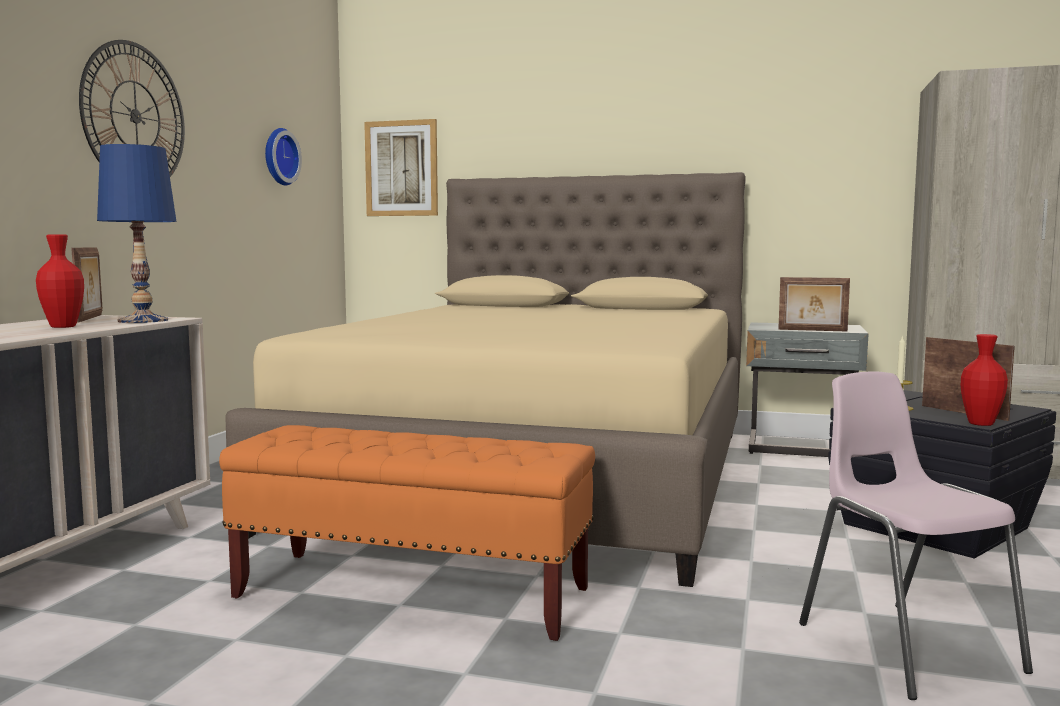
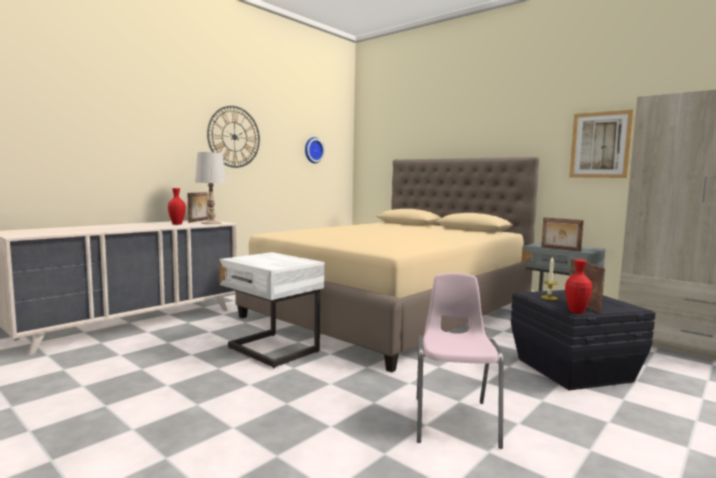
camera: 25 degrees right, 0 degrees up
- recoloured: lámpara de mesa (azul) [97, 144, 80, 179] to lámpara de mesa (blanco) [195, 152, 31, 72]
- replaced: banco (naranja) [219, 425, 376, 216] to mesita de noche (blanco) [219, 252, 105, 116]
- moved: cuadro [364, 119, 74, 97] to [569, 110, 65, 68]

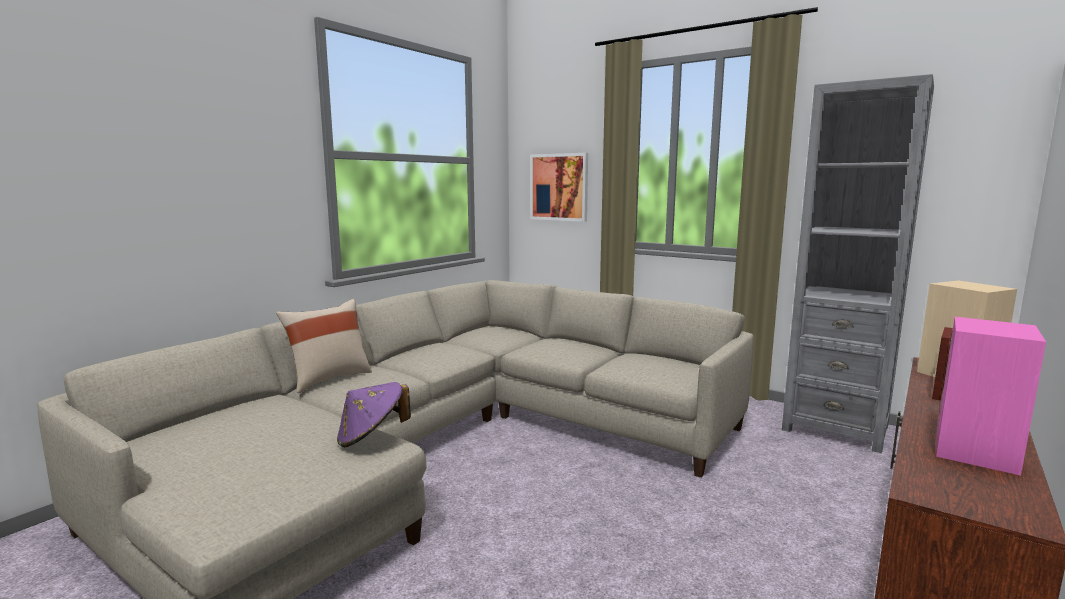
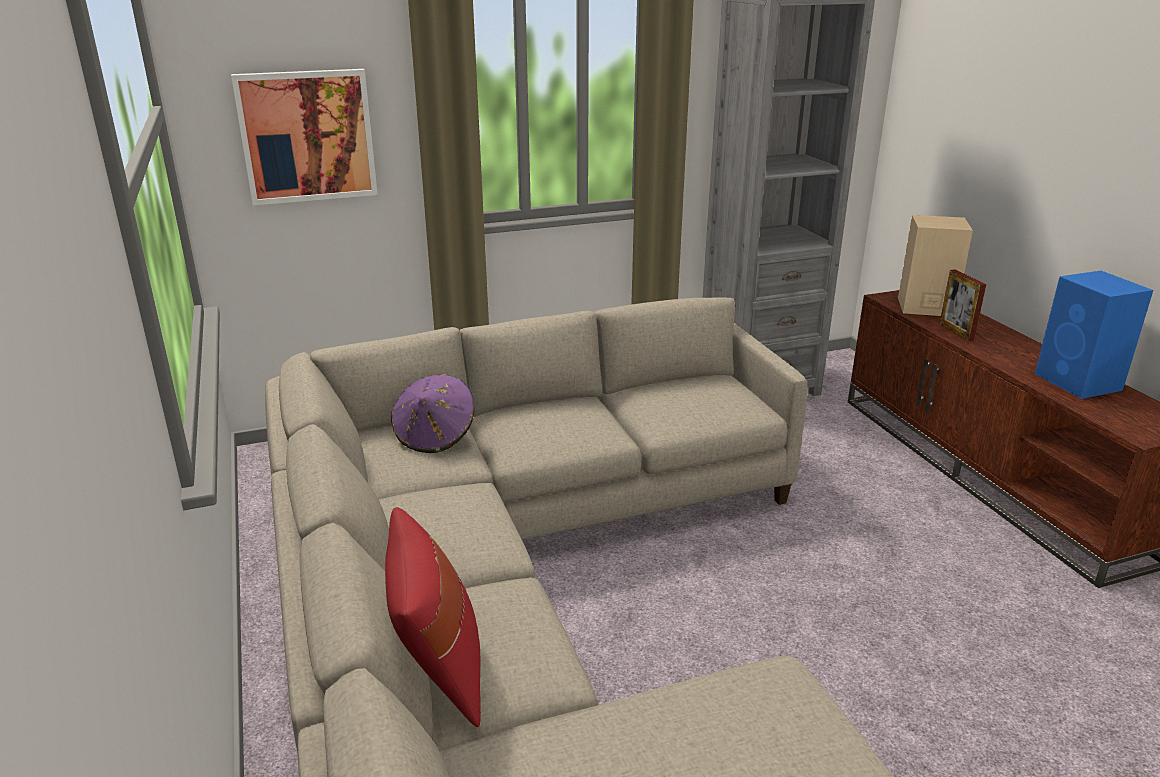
camera: 55 degrees left, 15 degrees up
- recoloured: cojín (beis) [276, 299, 96, 94] to cojín (rojo) [385, 507, 96, 220]
- moved: sombrero (morado) [337, 382, 74, 66] to [391, 374, 83, 79]
- recoloured: altavoz (rosa) [936, 317, 110, 159] to altavoz (azul) [1035, 271, 118, 128]

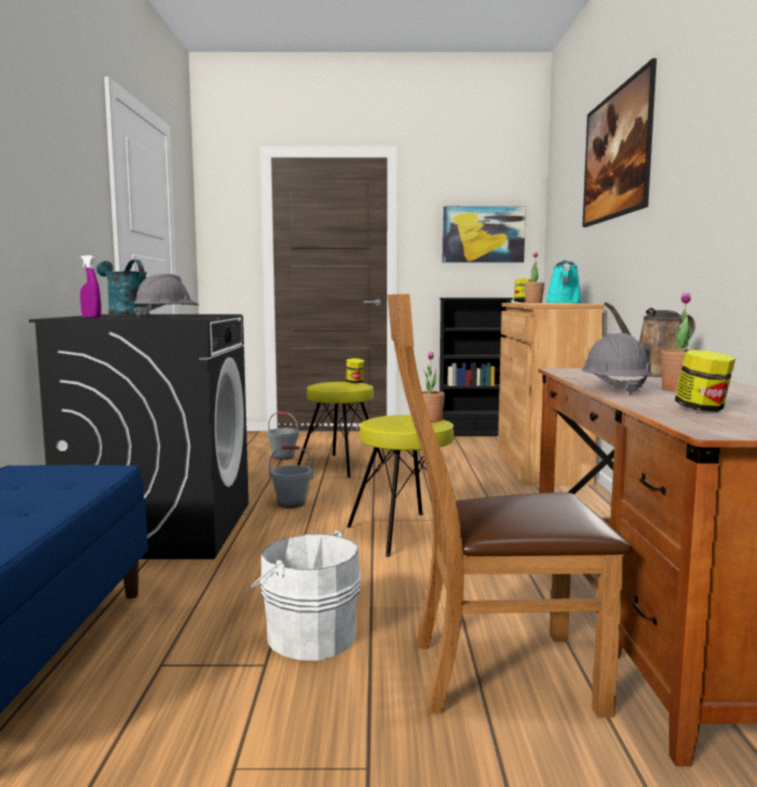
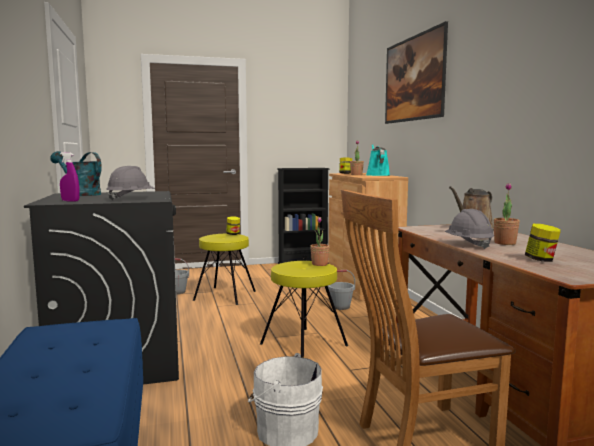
camera: 15 degrees left, 0 degrees up
- moved: cubo (gris) [269, 446, 44, 62] to [328, 270, 27, 40]
- removed: cuadro [442, 206, 84, 57]

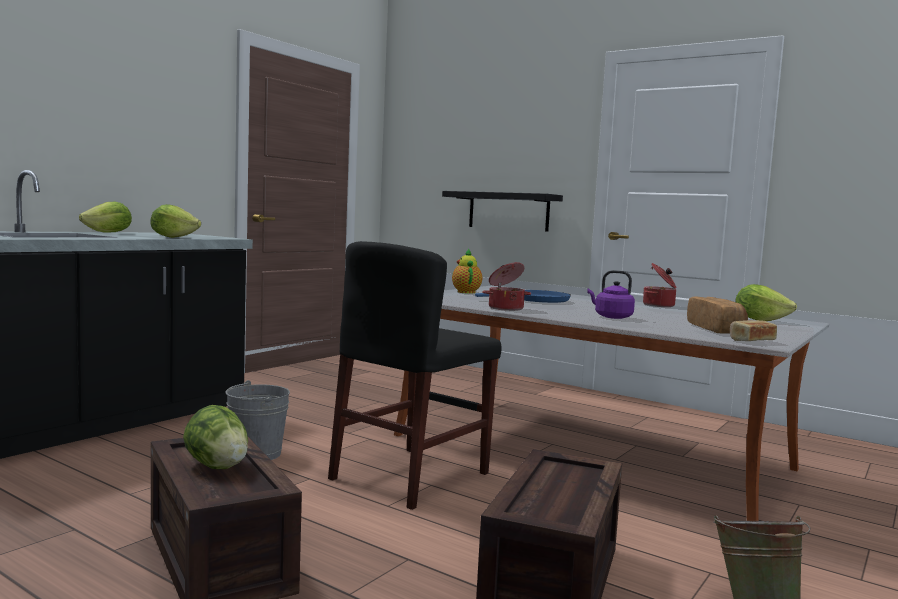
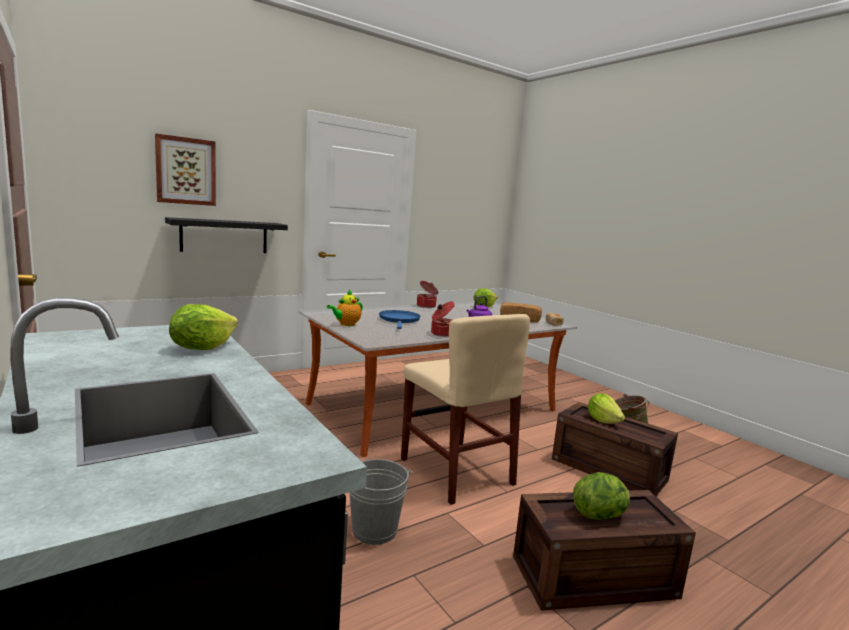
camera: 70 degrees left, 5 degrees up
- moved: lechuga [79, 202, 53, 31] to [588, 393, 37, 31]
- recoloured: silla (negro) [328, 241, 173, 269] to silla (beis) [401, 314, 129, 191]
- turned: tetera [452, 249, 30, 45] = [327, 290, 36, 36] 60 degrees counterclockwise
- added: cuadro [155, 133, 61, 73]

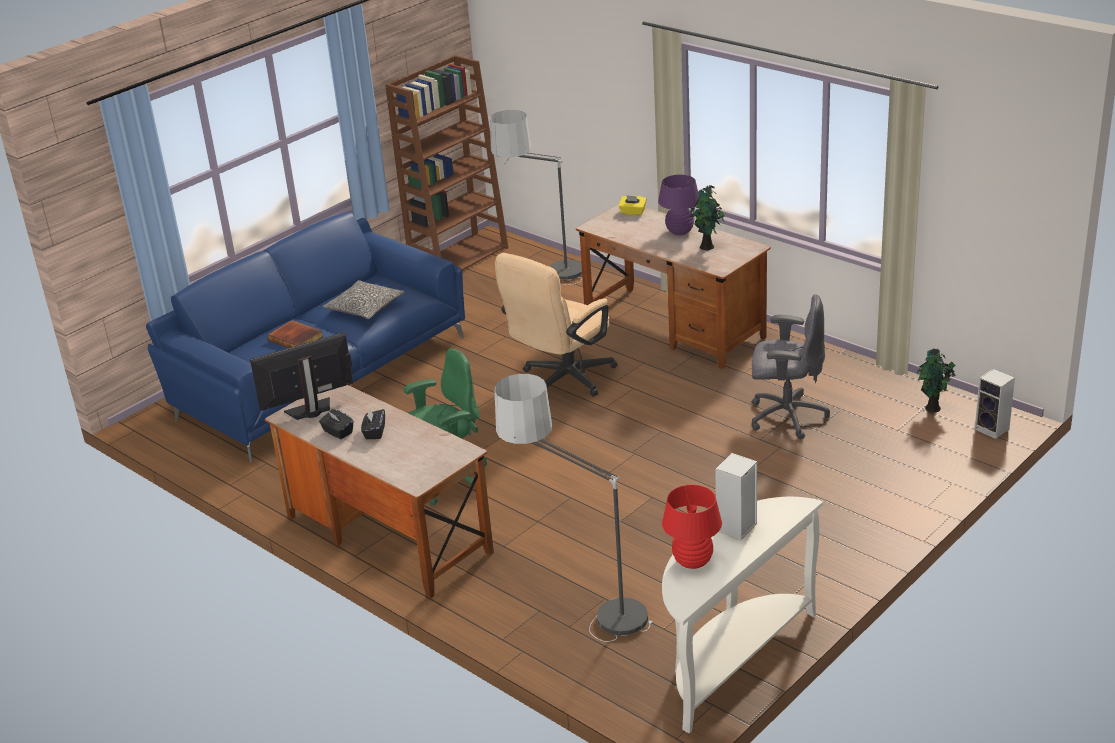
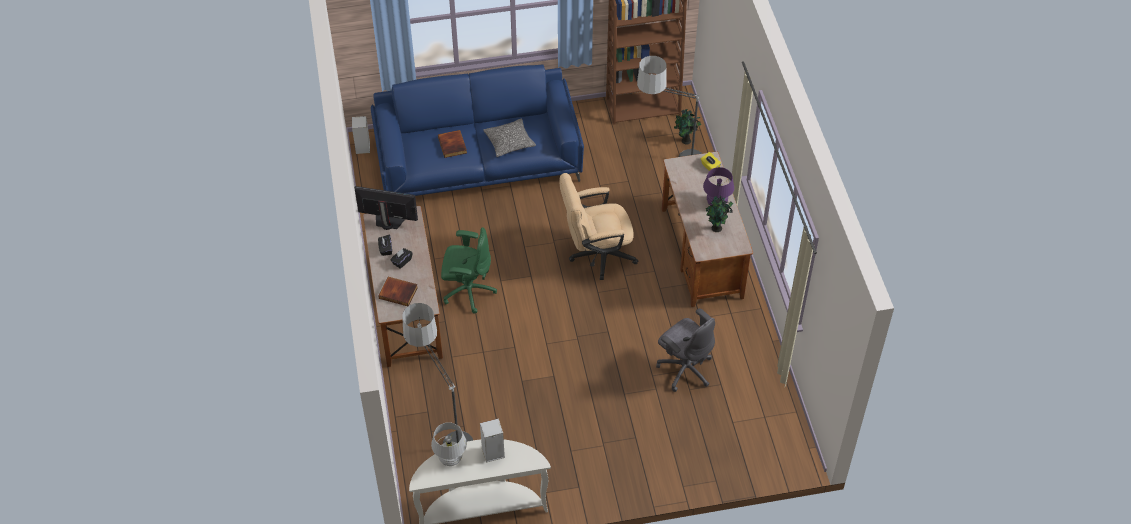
camera: 35 degrees right, 20 degrees up
- recoloured: lámpara de mesa (rojo) [662, 485, 60, 84] to lámpara de mesa (blanco) [431, 422, 36, 44]
- moved: planta en maceta [917, 348, 39, 65] to [674, 109, 27, 36]
- moved: altavoz [975, 369, 40, 70] to [352, 116, 18, 38]
- added: libro [378, 277, 40, 29]

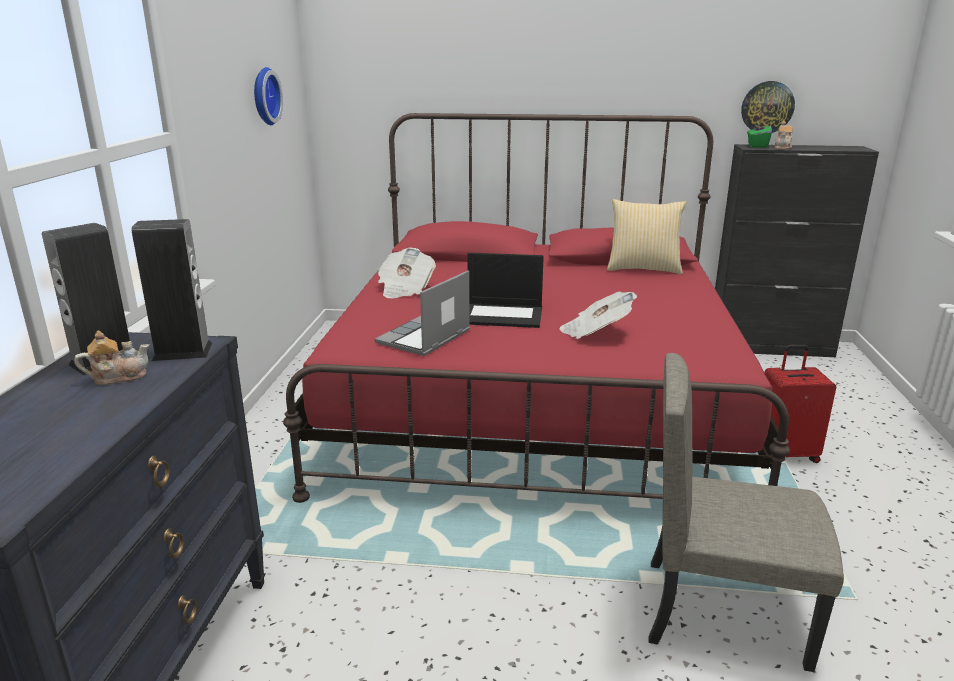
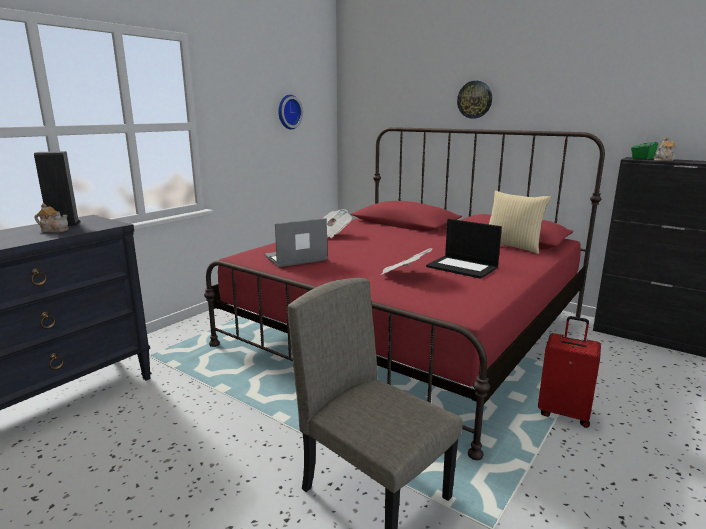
camera: 30 degrees right, 5 degrees down
- removed: altavoz [132, 219, 81, 142]
- moved: portátil [467, 253, 77, 75] to [426, 219, 76, 60]
- moved: reloj de pared [741, 81, 54, 52] to [457, 81, 35, 38]

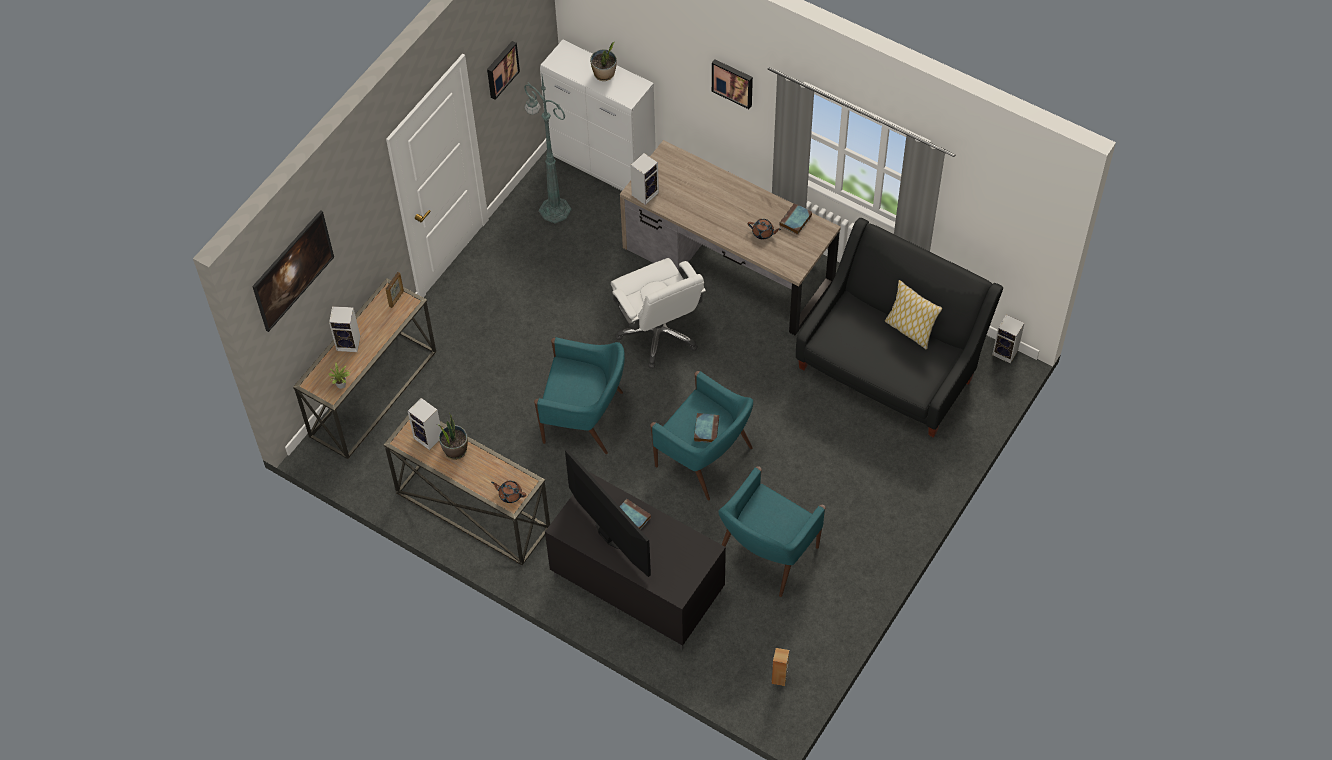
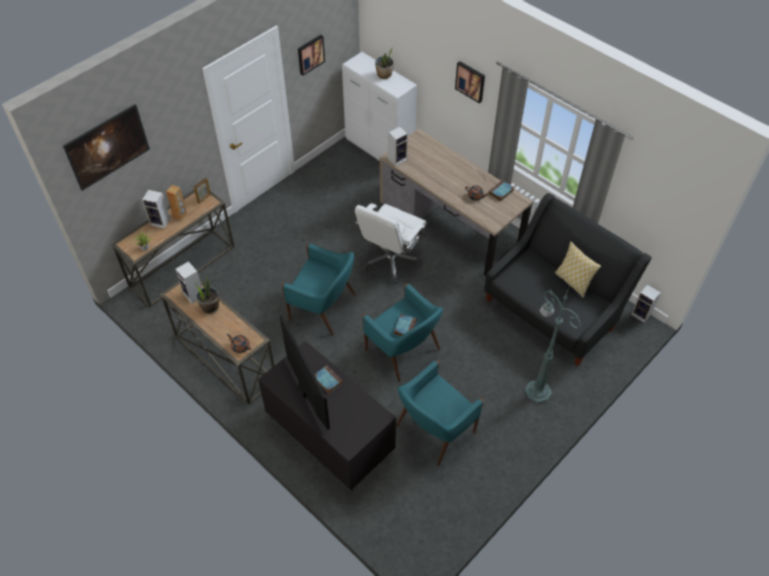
camera: 10 degrees right, 5 degrees down
- moved: lámpara de pie (verde) [524, 77, 48, 147] to [524, 287, 57, 117]
- turned: silla de oficina (blanco) [611, 258, 95, 111] = [355, 203, 71, 81] 45 degrees clockwise
- moved: altavoz (marrón) [771, 648, 18, 38] to [166, 185, 21, 35]

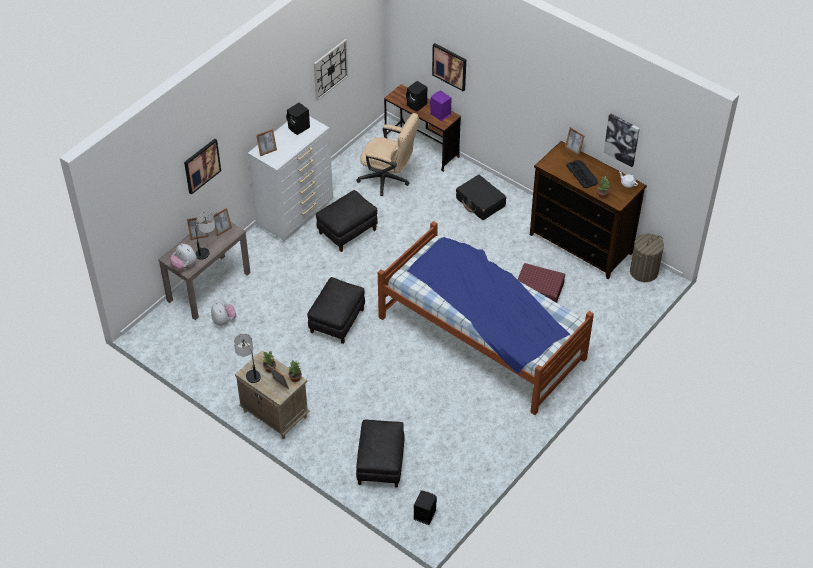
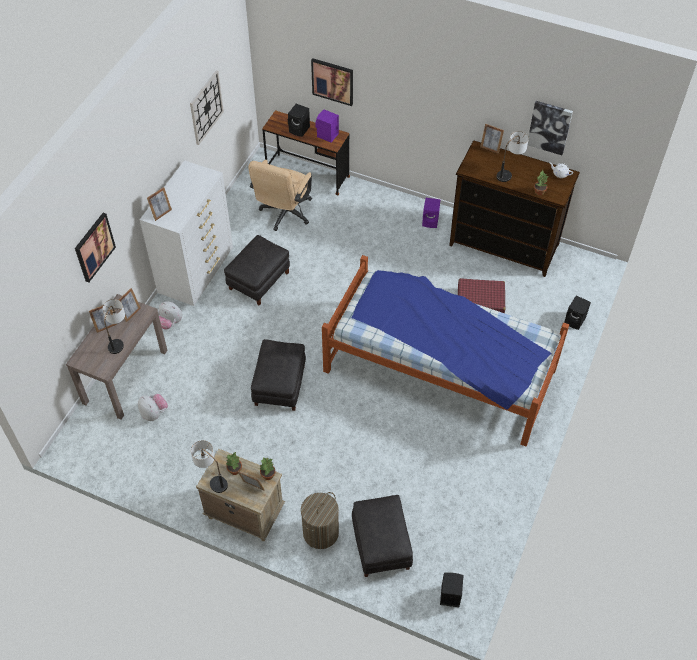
camera: 15 degrees left, 5 degrees up
- moved: peluche [170, 244, 27, 26] to [158, 302, 24, 27]
- moved: altavoz (negro) [286, 103, 24, 32] to [564, 296, 27, 34]
- turned: silla de oficina (beis) [356, 113, 63, 83] = [248, 160, 64, 71] 105 degrees clockwise
- removed: maleta (negro) [456, 175, 50, 45]
- replaced: teclado [566, 160, 32, 28] to lámpara de mesa [496, 131, 33, 51]
- moved: cesto de la ropa [630, 234, 34, 48] to [301, 492, 38, 57]
- added: altavoz (morado) [422, 198, 19, 30]

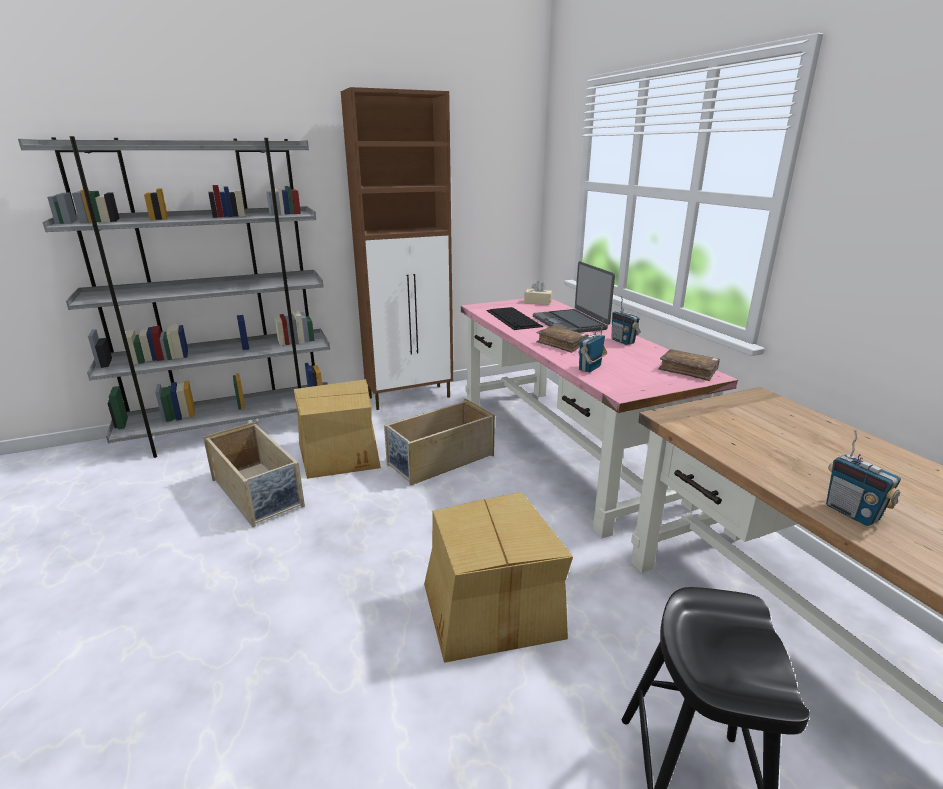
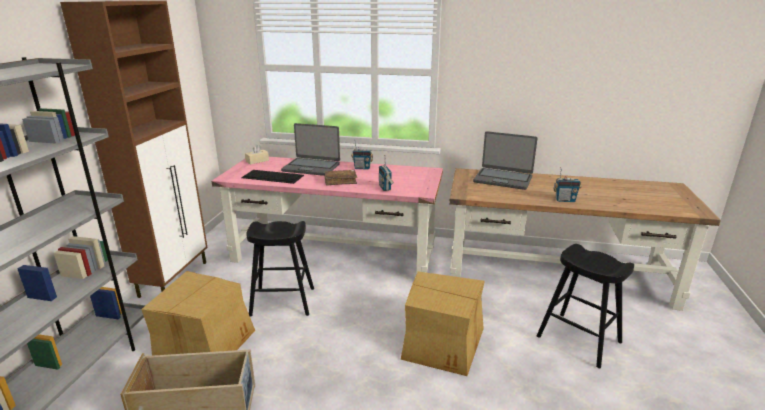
camera: 55 degrees left, 0 degrees up
- replaced: caja de almacenaje (beis) [384, 398, 111, 88] to taburete (negro) [246, 221, 68, 96]
- removed: libro (marrón) [658, 349, 62, 32]
- added: portátil [473, 131, 65, 59]

